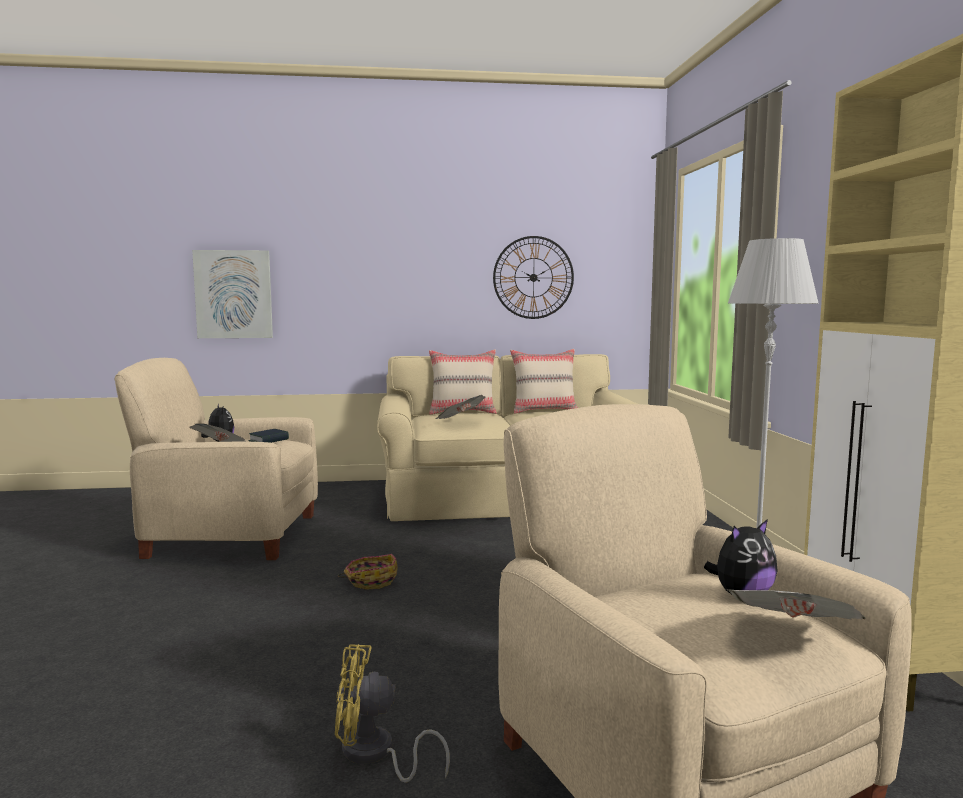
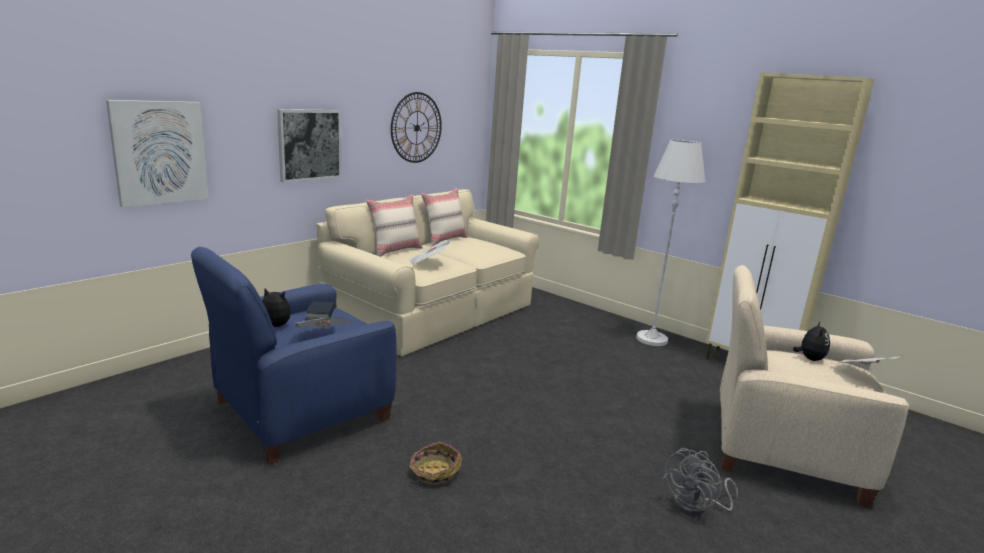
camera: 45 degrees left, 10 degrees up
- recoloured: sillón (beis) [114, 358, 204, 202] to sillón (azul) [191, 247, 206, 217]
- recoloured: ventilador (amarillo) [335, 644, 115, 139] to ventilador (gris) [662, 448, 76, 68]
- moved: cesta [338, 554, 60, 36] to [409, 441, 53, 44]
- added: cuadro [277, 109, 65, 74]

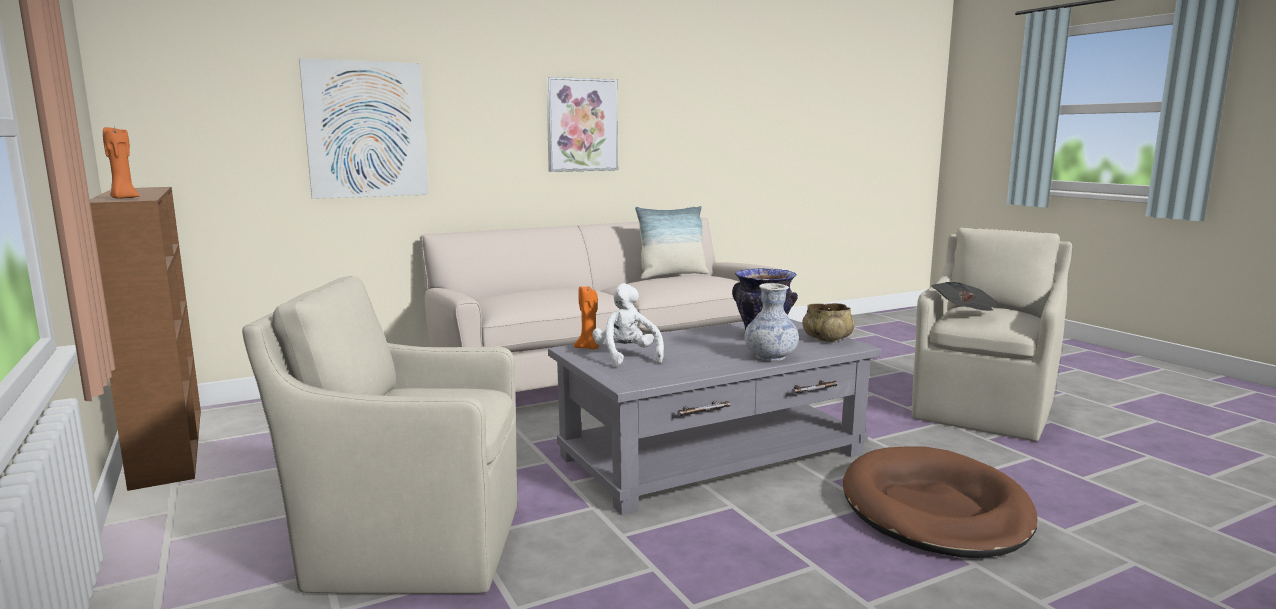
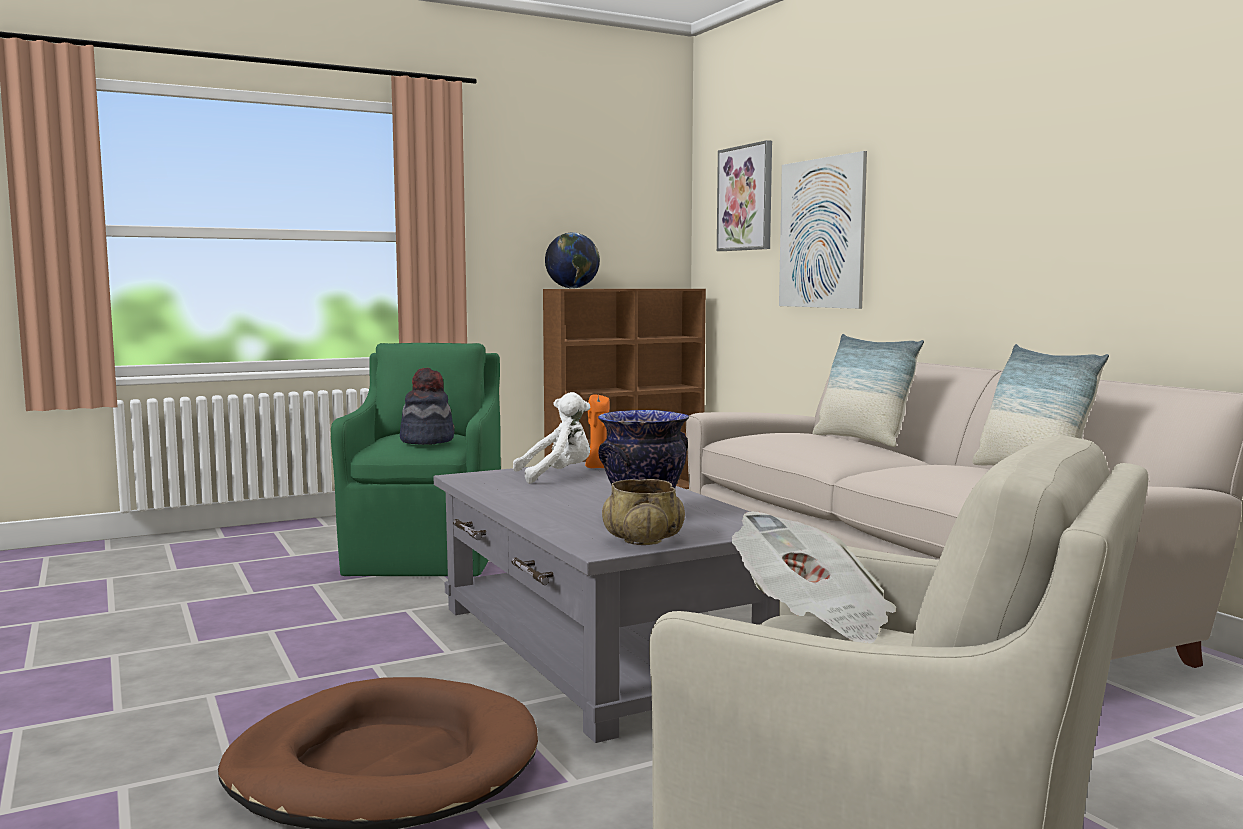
camera: 90 degrees right, 5 degrees down
- replaced: vela (naranja) [103, 126, 37, 73] to globo terráqueo [545, 232, 55, 57]
- recoloured: sillón (beis) [242, 276, 275, 318] to sillón (verde) [331, 343, 170, 233]
- moved: cuadro [546, 77, 72, 95] to [717, 140, 55, 111]
- removed: florero [744, 283, 55, 78]
- added: sombrero [400, 368, 55, 77]
- added: cojín [813, 334, 111, 113]

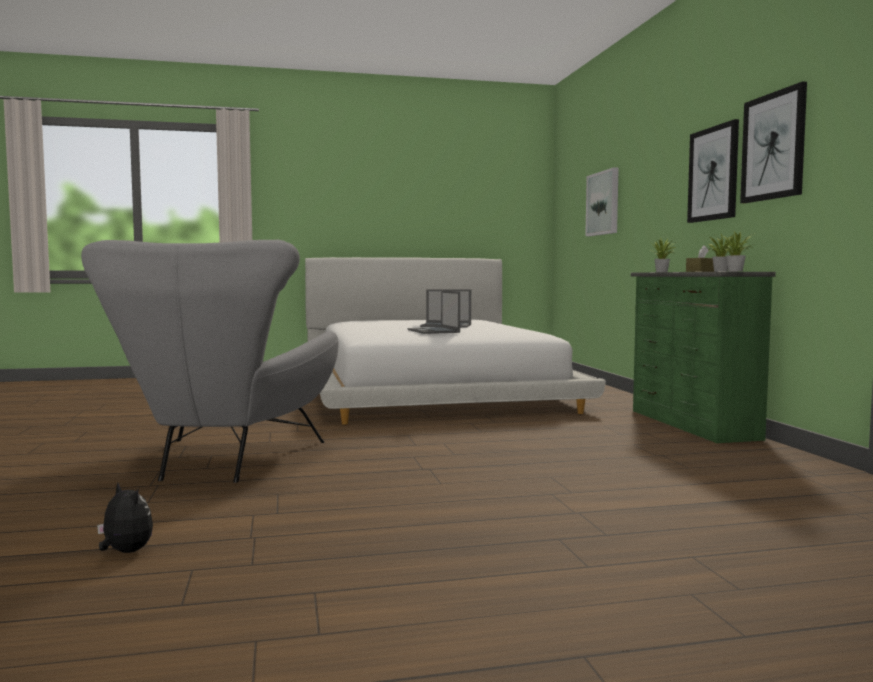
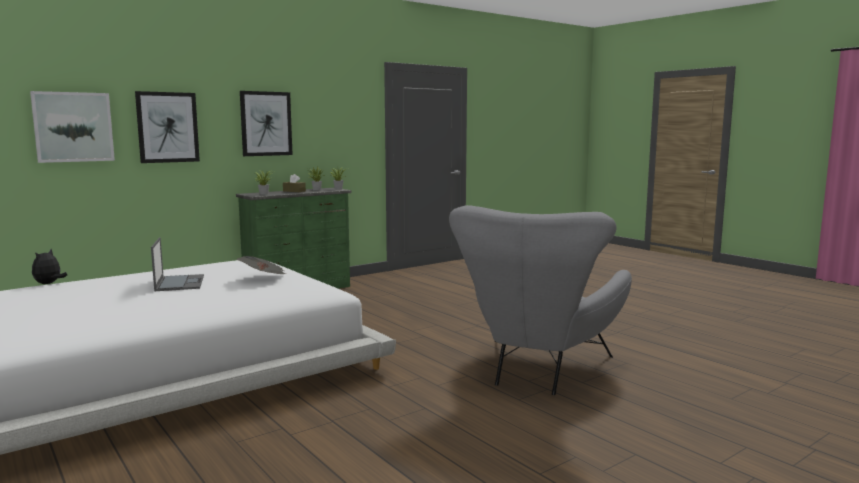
camera: 115 degrees left, 5 degrees up
- turned: sillón (gris) [81, 240, 258, 243] = [449, 205, 183, 190] 135 degrees clockwise
- moved: peluche [97, 483, 56, 70] to [32, 249, 35, 35]
- replaced: portátil [408, 291, 52, 43] to periódico [237, 256, 49, 18]
- moved: cuadro [740, 81, 67, 122] to [135, 91, 65, 72]

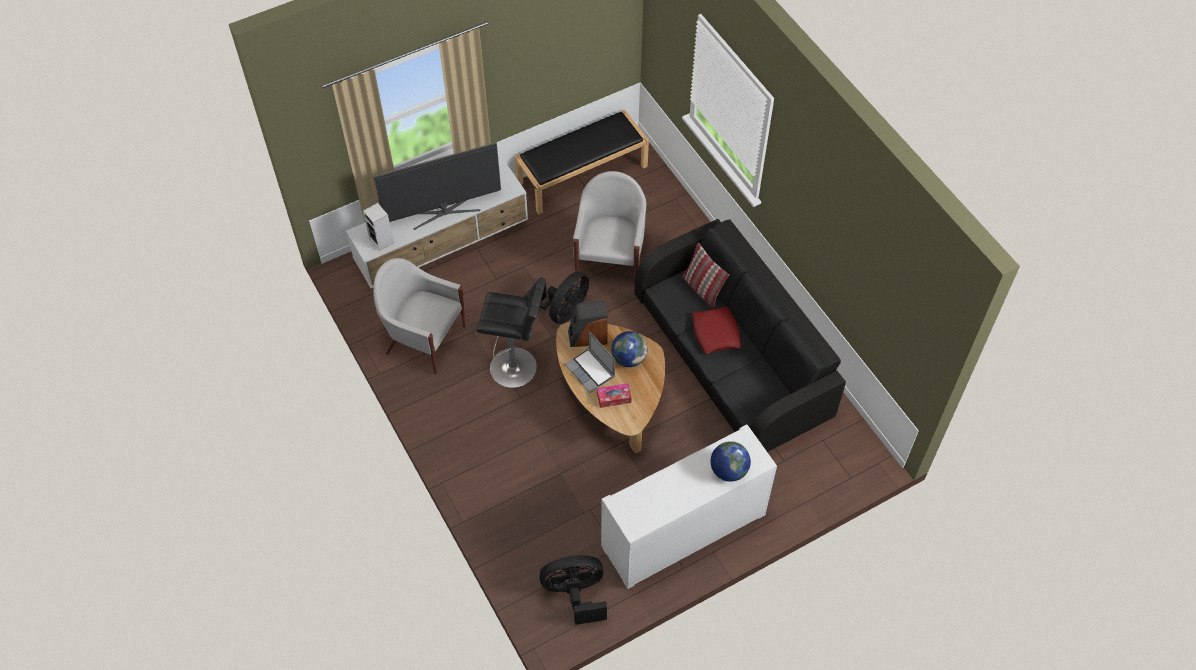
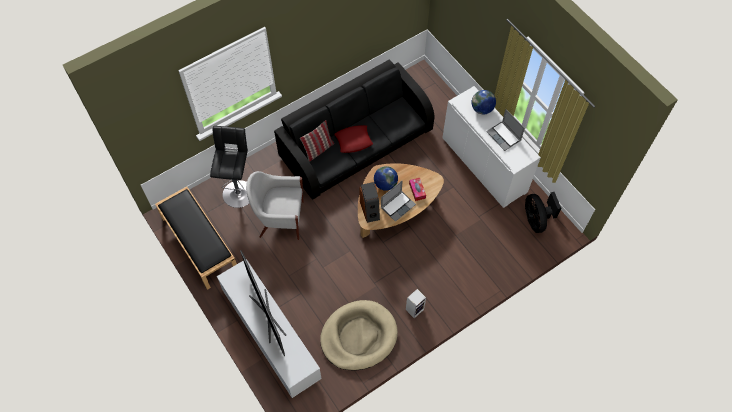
camera: 95 degrees left, 5 degrees up
- moved: altavoz [363, 203, 31, 48] to [406, 289, 20, 29]
- replaced: sillón (blanco) [373, 258, 93, 116] to cama para perro (beis) [320, 300, 78, 71]
- moved: taburete (negro) [477, 278, 69, 110] to [210, 126, 39, 82]
- removed: ventilador (negro) [524, 272, 65, 52]
- added: portátil [486, 109, 39, 42]

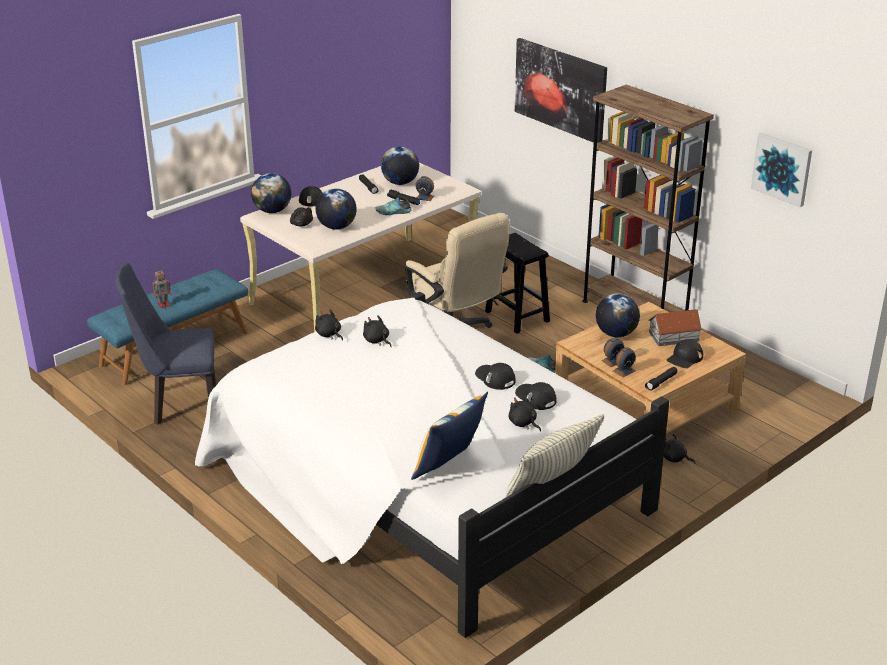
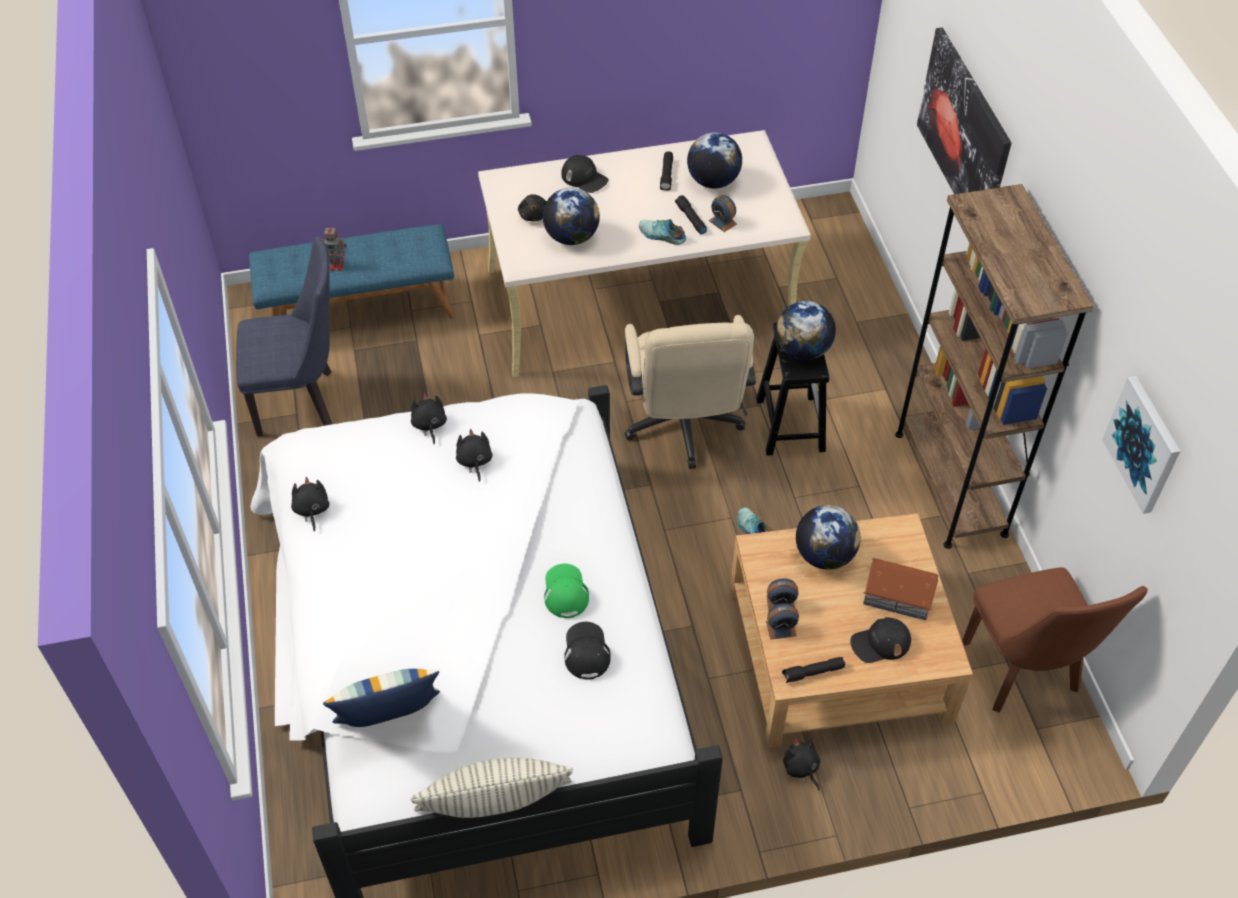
camera: 30 degrees right, 20 degrees up
- turned: silla (azul) [115, 263, 101, 162] = [236, 236, 96, 201] 150 degrees clockwise
- moved: globo terráqueo [251, 173, 40, 40] to [776, 301, 60, 59]
- recoloured: gorra (negro) [475, 363, 41, 27] to gorra (verde) [544, 564, 45, 54]
- moved: peluche (negro) [509, 396, 32, 36] to [291, 477, 39, 55]
- added: silla (marrón) [962, 567, 186, 146]

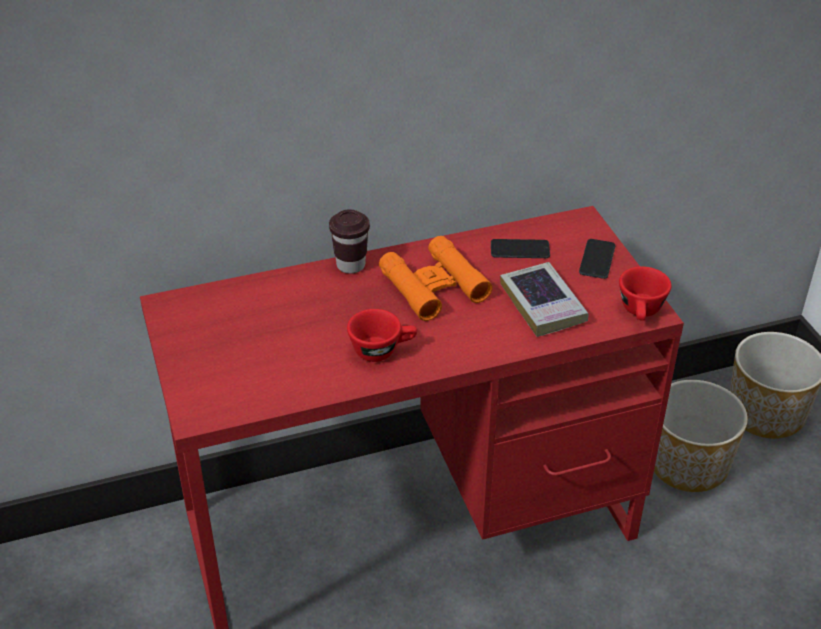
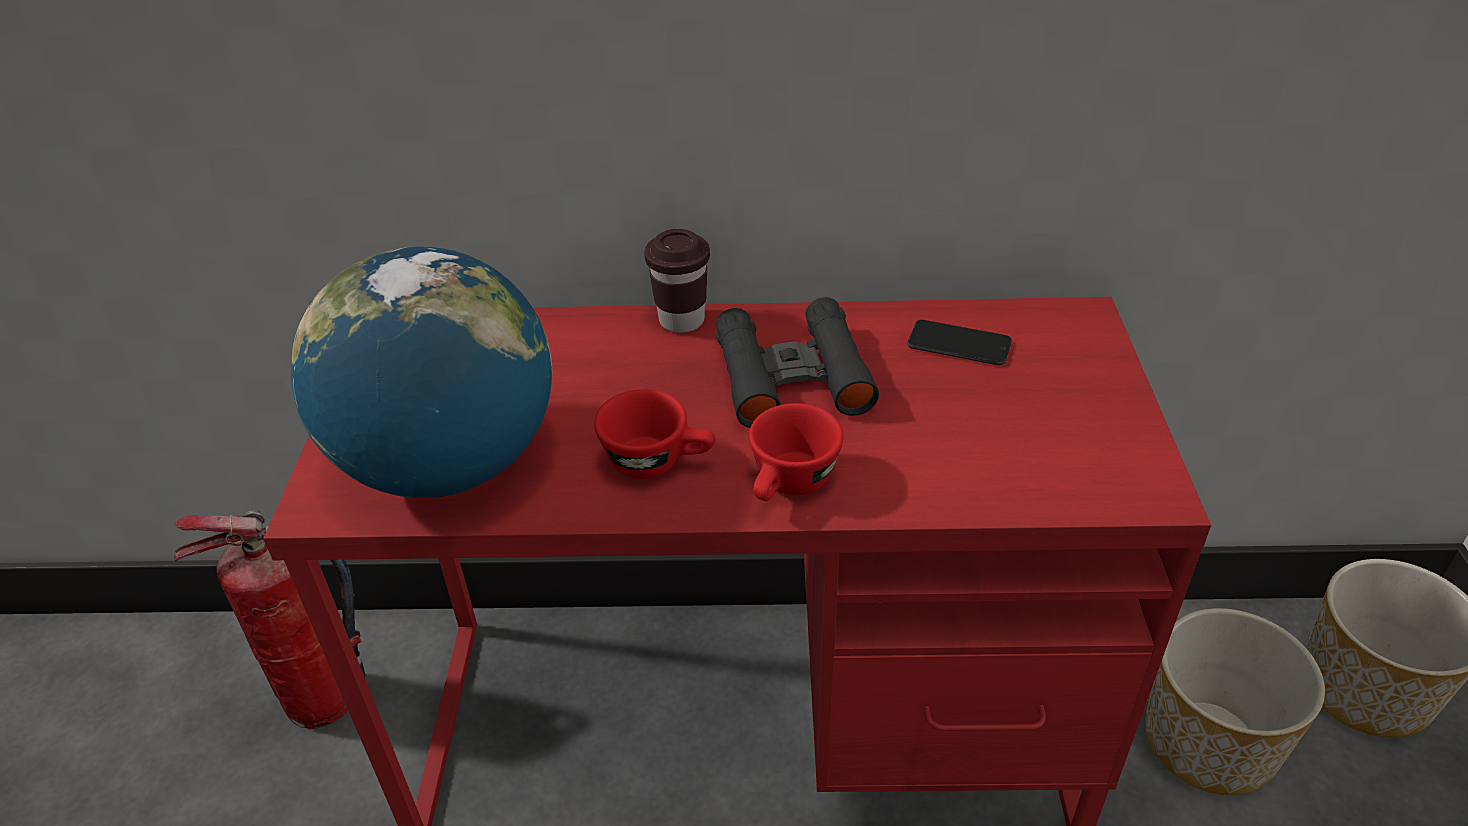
camera: 20 degrees right, 0 degrees up
- recoloured: prismáticos (naranja) [379, 236, 114, 85] to prismáticos (negro) [716, 297, 163, 131]
- removed: libro [500, 262, 89, 75]
- removed: móvil [579, 239, 37, 40]
- moved: taza (rojo) [619, 266, 52, 55] to [749, 403, 95, 98]
- added: extintor [174, 510, 192, 219]
- added: globo terráqueo [291, 246, 262, 252]

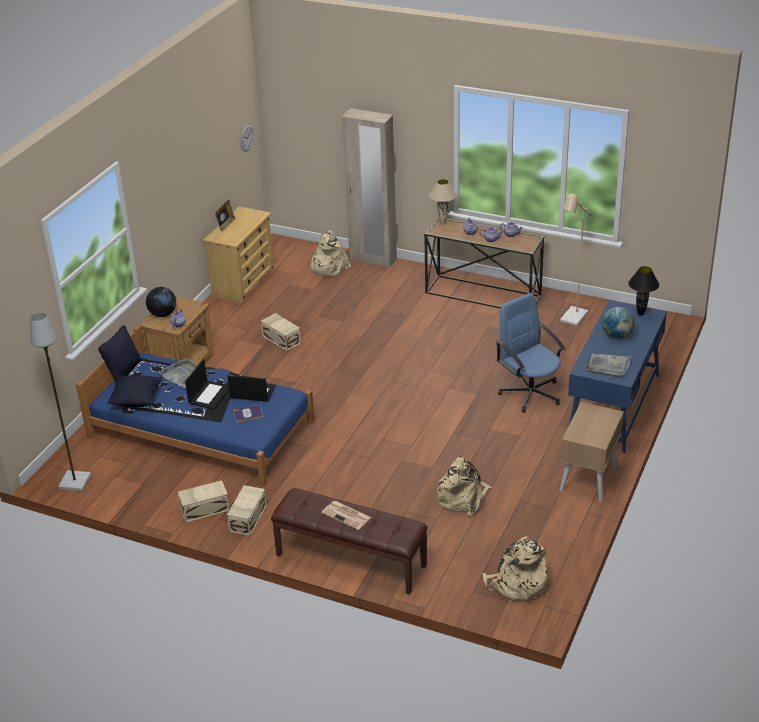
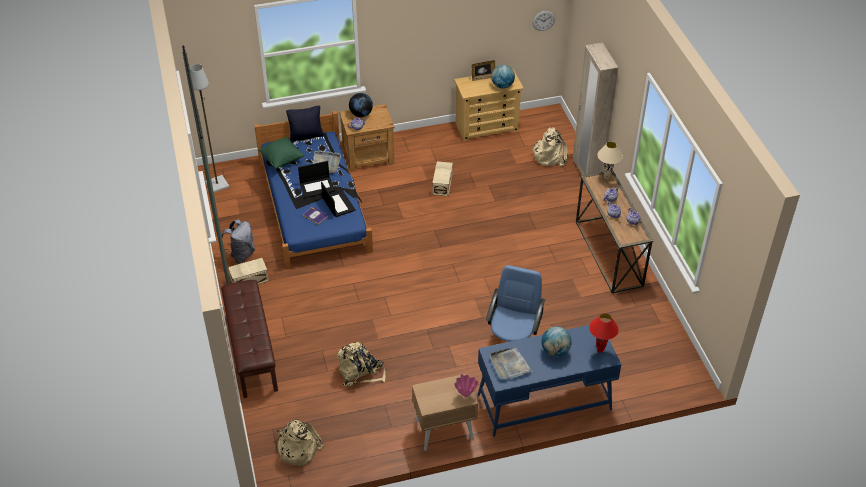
camera: 50 degrees right, 10 degrees up
- recoloured: cojín (negro) [107, 375, 54, 32] to cojín (verde) [258, 137, 46, 32]
- replaced: caja de almacenaje (beis) [178, 480, 52, 43] to mochila (gris) [219, 219, 36, 45]
- removed: periódico [322, 501, 50, 29]
- removed: lámpara de pie (beis) [560, 192, 32, 134]
- recoloured: lámpara de mesa (negro) [628, 266, 31, 50] to lámpara de mesa (rojo) [589, 313, 30, 40]
- added: florero (rosa) [454, 374, 24, 23]
- added: globo terráqueo [491, 65, 24, 24]

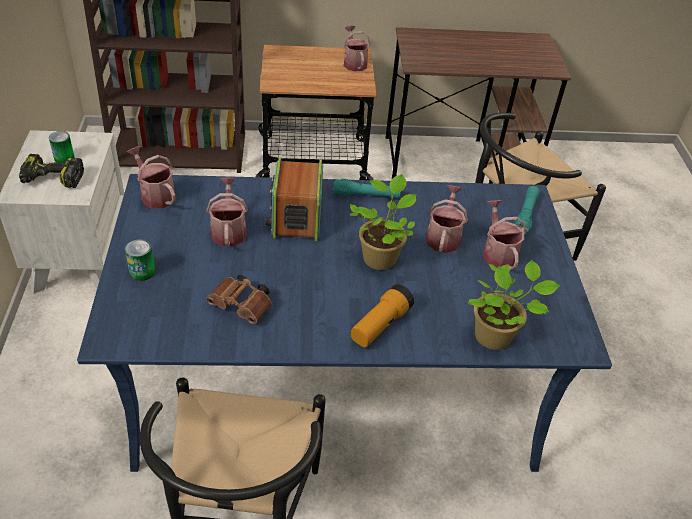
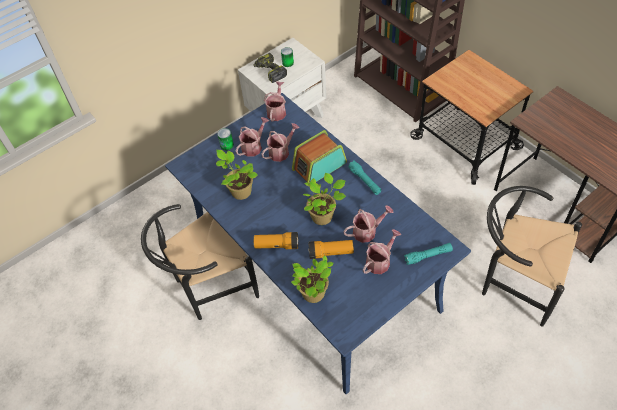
camera: 60 degrees right, 10 degrees up
- replaced: prismáticos (marrón) [206, 275, 66, 49] to planta en maceta [216, 150, 42, 50]
- moved: regadera [343, 26, 28, 45] to [236, 117, 33, 40]
- added: linterna [308, 240, 46, 19]

